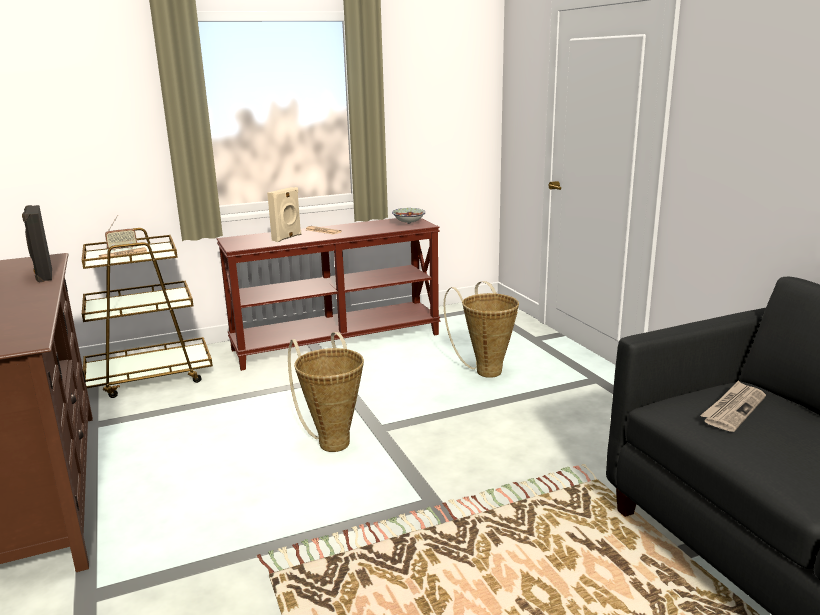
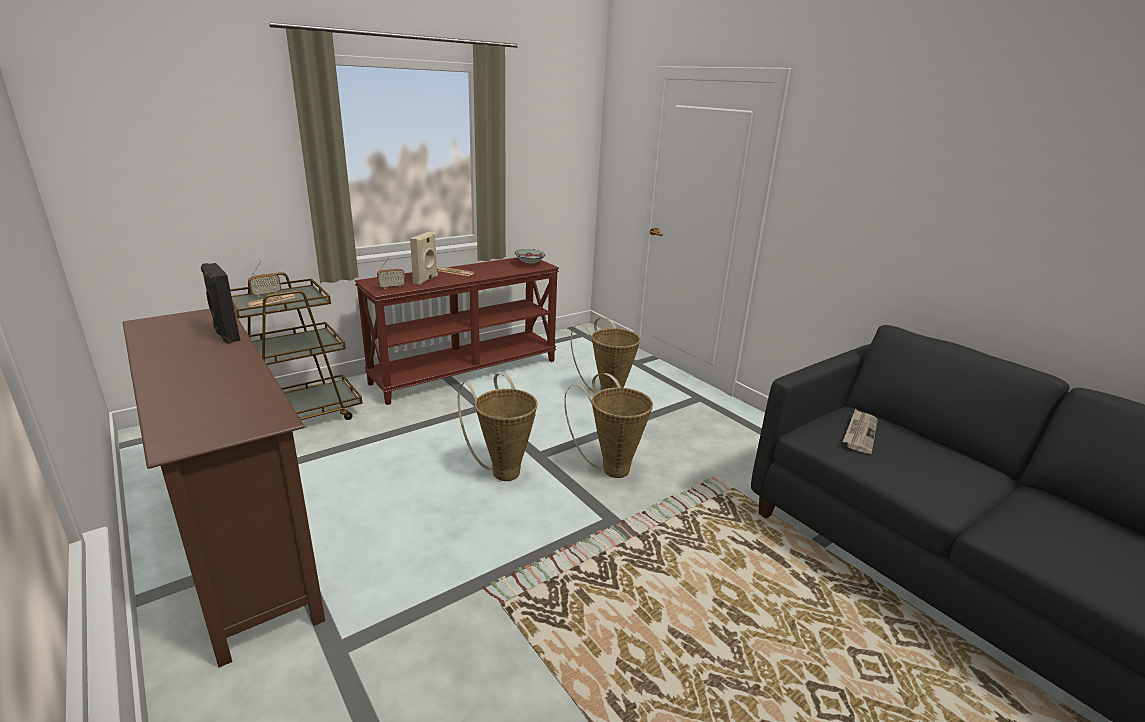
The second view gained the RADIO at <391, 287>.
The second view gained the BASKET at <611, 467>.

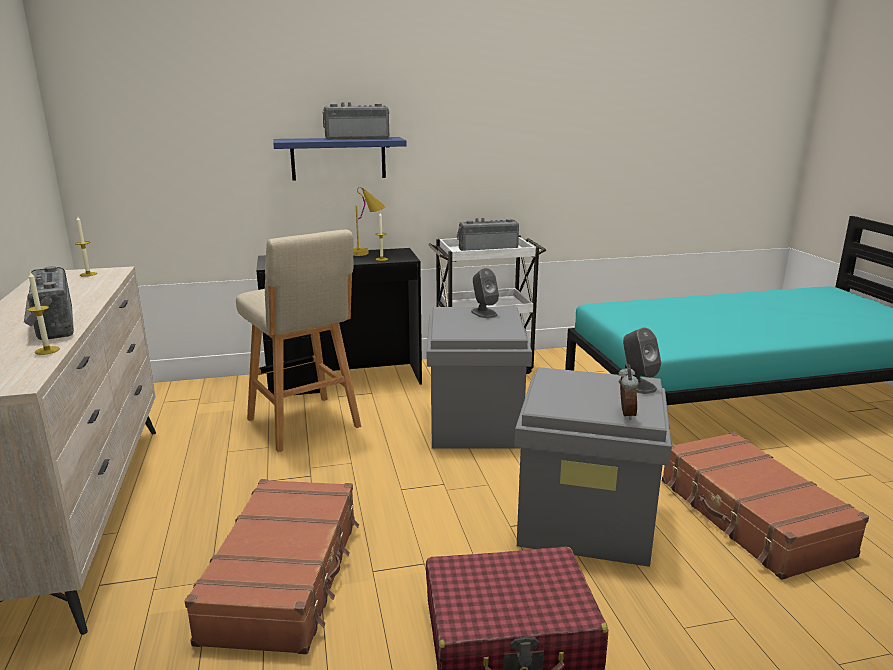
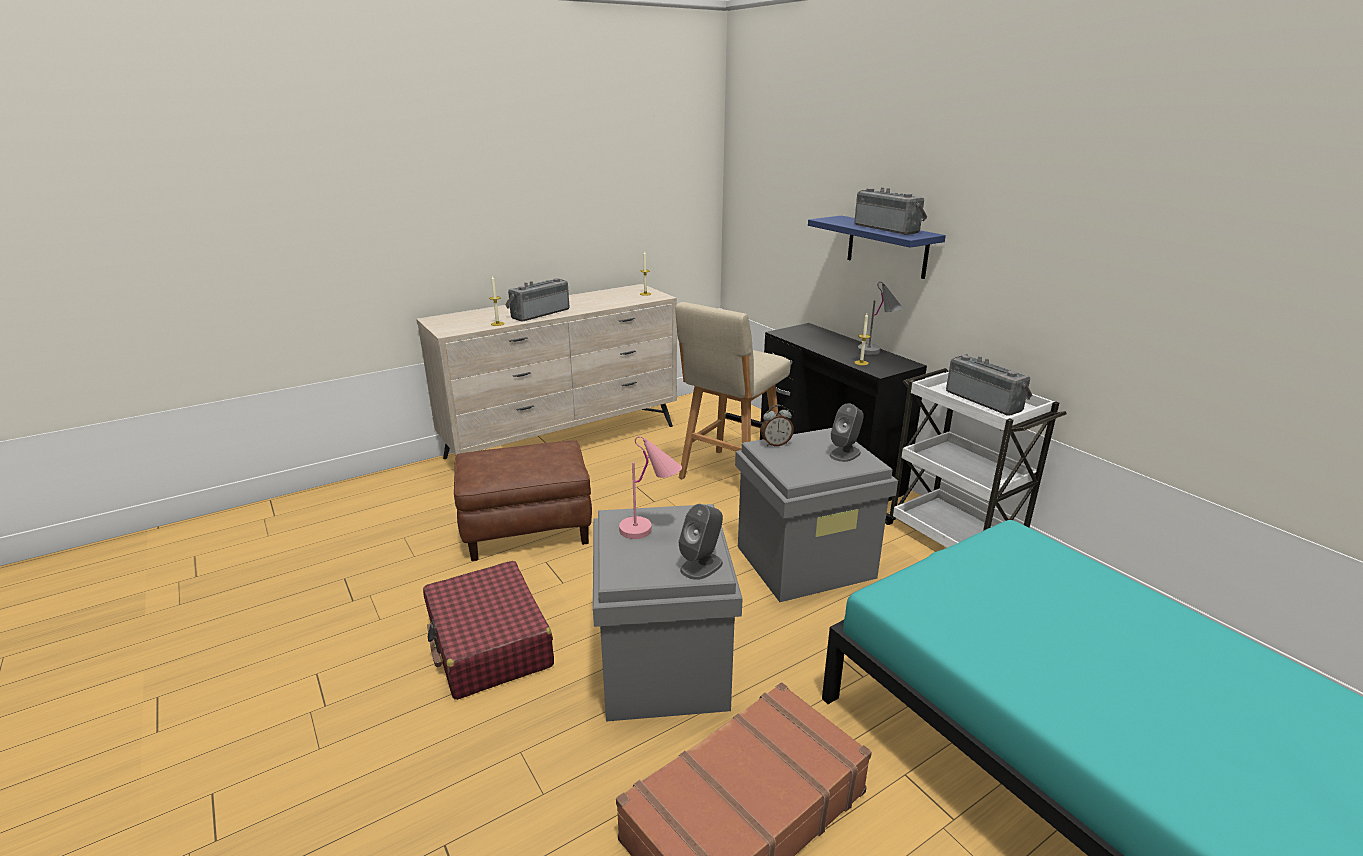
The second view gained the PINK TABLE LAMP at <650, 530>.
The ALARM CLOCK ended up elsewhere, having gone from <625, 414> to <775, 444>.
Where the BROWN SUITCASE stood at <285, 577>, the BROWN OTTOMAN came to stand at <528, 528>.
What was the YELLOW TABLE LAMP at <367, 252> turned into the GREY TABLE LAMP at <877, 353>.

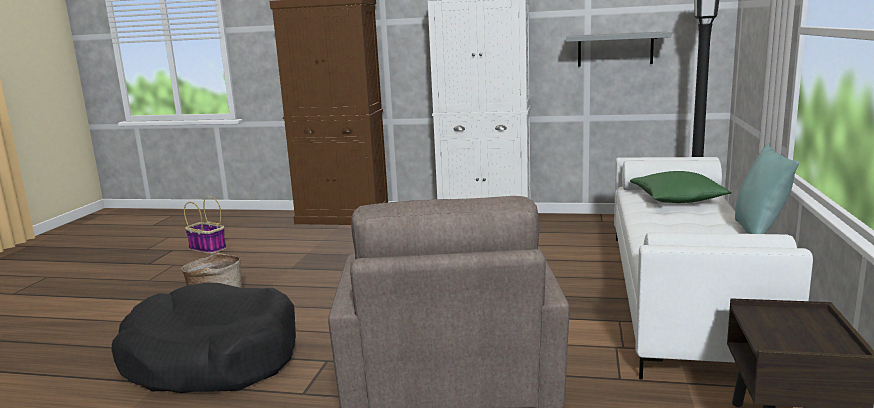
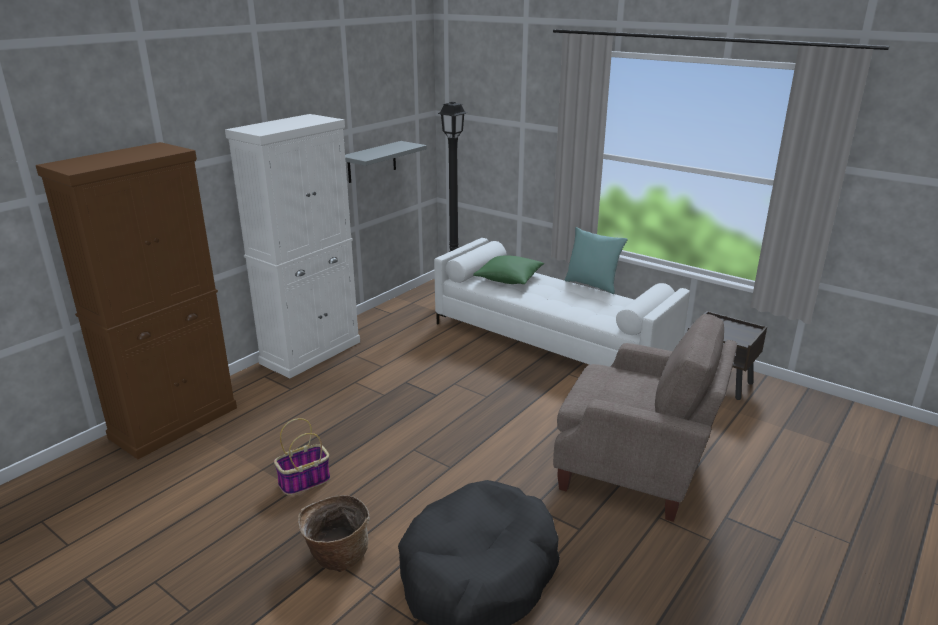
The BASKET ended up elsewhere, having gone from <207, 248> to <304, 482>.

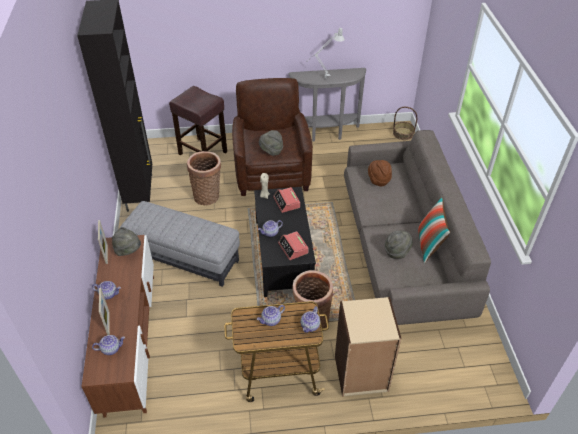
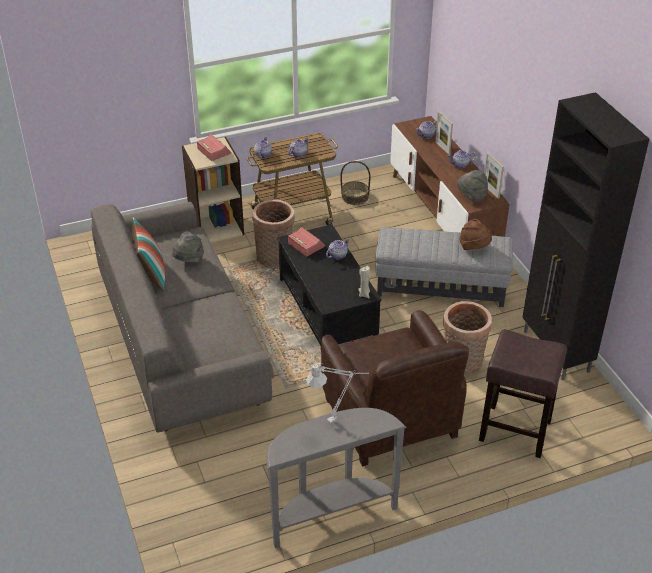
The second view lost the GREY HAT at <271, 151>.
The ALARM CLOCK ended up elsewhere, having gone from <286, 202> to <214, 151>.
The BROWN HAT ended up elsewhere, having gone from <378, 180> to <474, 247>.
The BASKET ended up elsewhere, having gone from <403, 133> to <355, 196>.

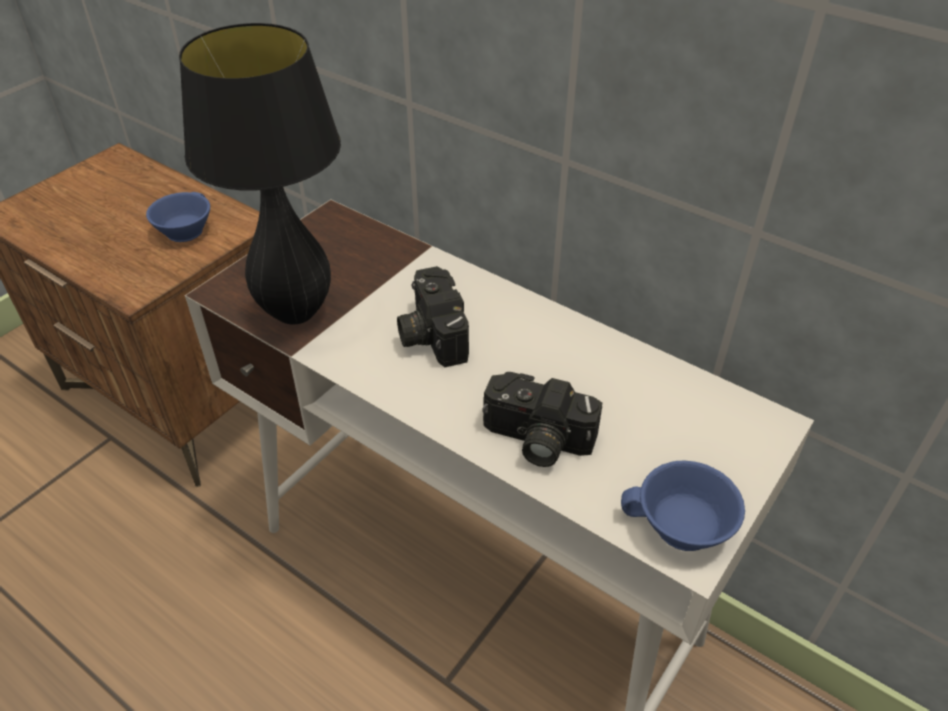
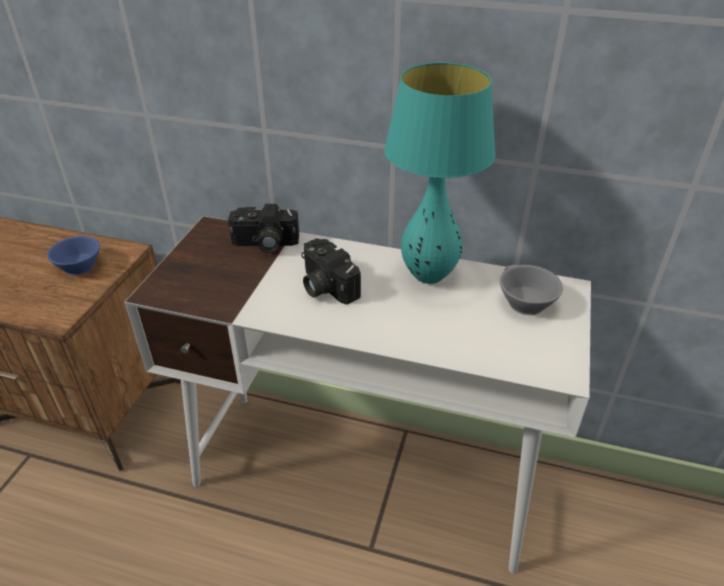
The second view lost the BLACK TABLE LAMP at <295, 312>.
The second view lost the BLUE CUP at <680, 529>.
The second view gained the TURQUOISE TABLE LAMP at <429, 276>.
The second view gained the GREY CUP at <523, 303>.
The PHOTO CAMERA ended up elsewhere, having gone from <535, 440> to <264, 244>.

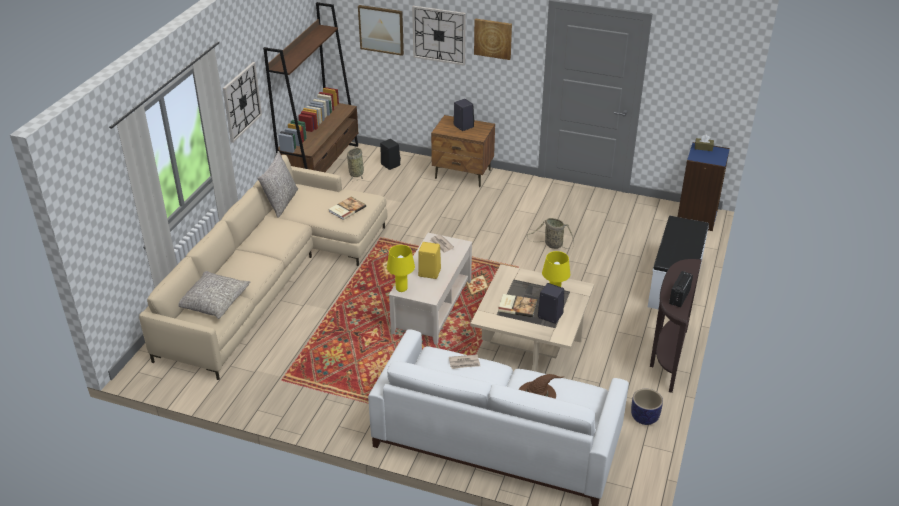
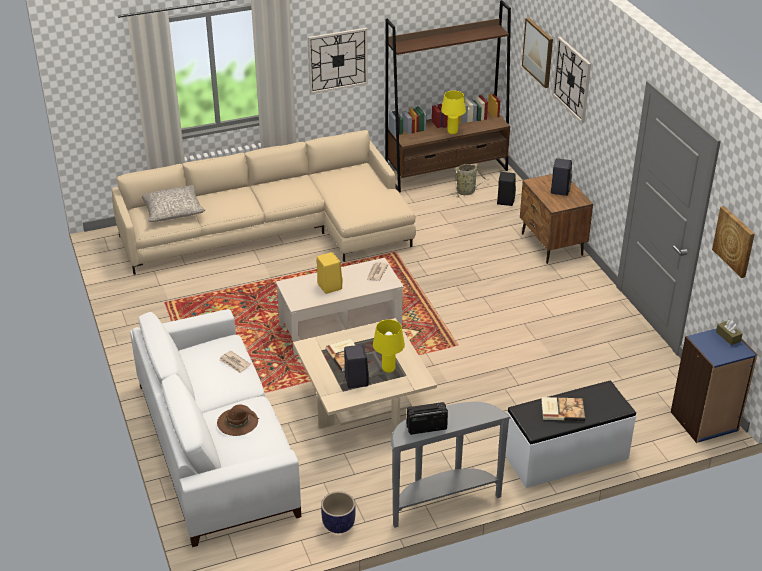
The second view lost the GREY PILLOW at <281, 202>.
The second view lost the BASKET at <552, 245>.
The BOOK ended up elsewhere, having gone from <346, 209> to <562, 410>.
The YELLOW TABLE LAMP ended up elsewhere, having gone from <401, 289> to <452, 132>.
The PICTURE ended up elsewhere, having gone from <493, 38> to <734, 241>.
What was the BROWN CONSOLE TABLE at <667, 357> turned into the GREY CONSOLE TABLE at <442, 501>.

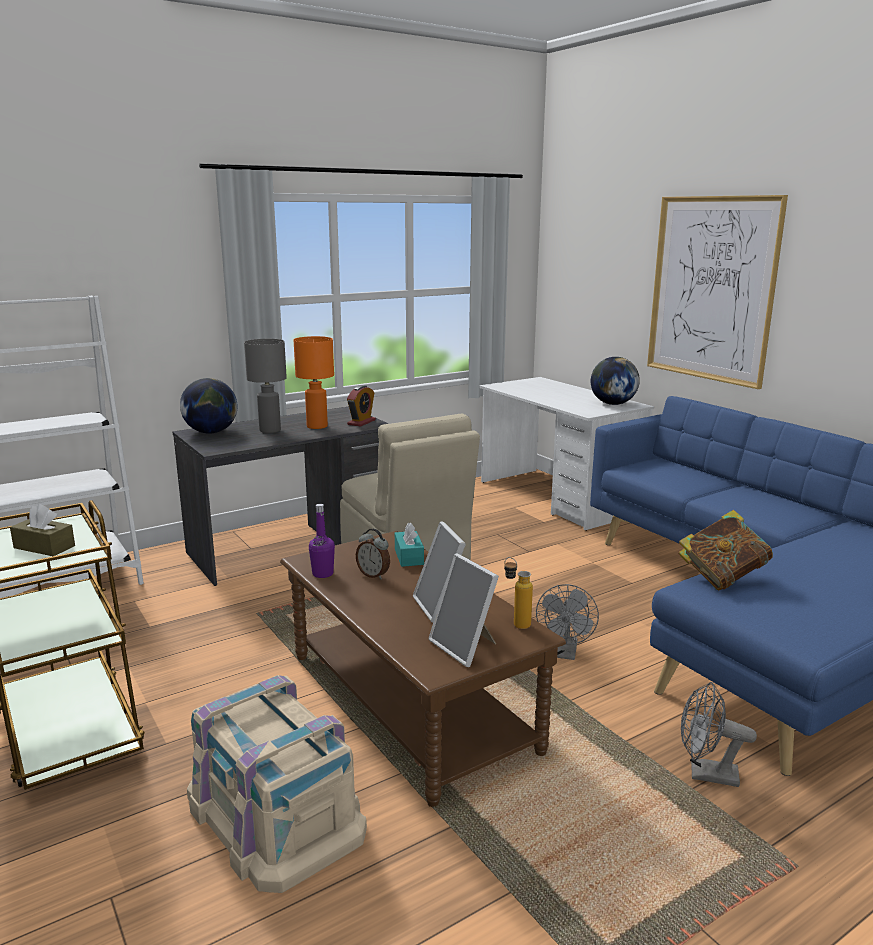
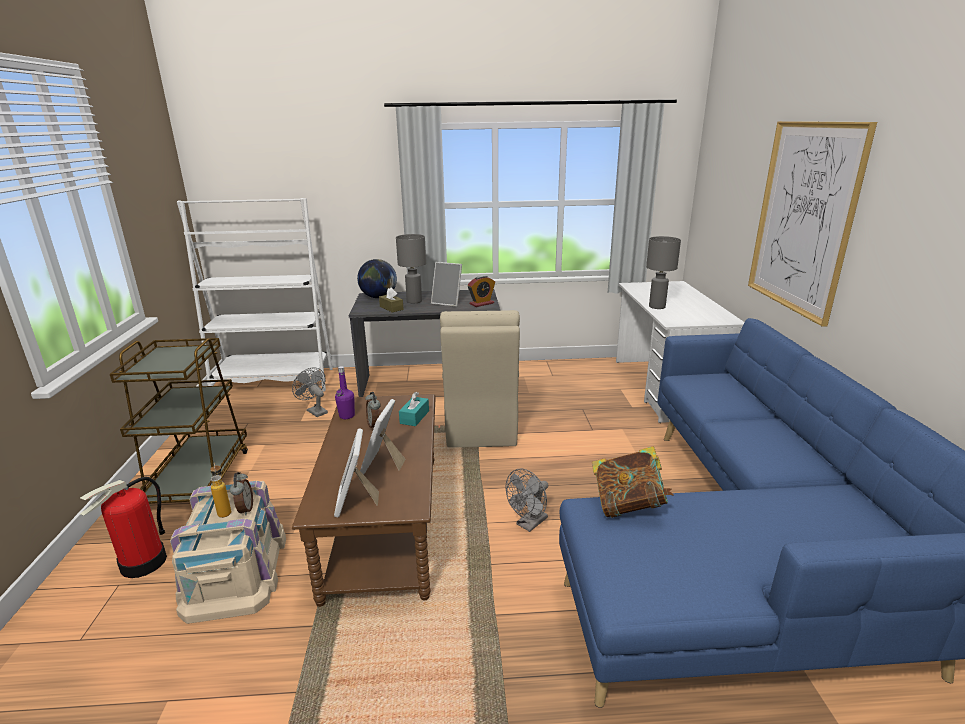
The second view lost the GLOBE at <612, 404>.
The second view gained the FIRE EXTINGUISHER at <144, 563>.
The second view gained the ALARM CLOCK at <245, 509>.
The second view gained the GREY TABLE LAMP at <656, 307>.
The BROWN TISSUE BOX ended up elsewhere, having gone from <44, 547> to <391, 308>.
The BOTTLE ended up elsewhere, having gone from <516, 623> to <224, 510>.
The GREY FAN ended up elsewhere, having gone from <705, 774> to <314, 411>.
Where the ORANGE TABLE LAMP stood at <317, 426>, the PICTURE FRAME came to stand at <448, 302>.

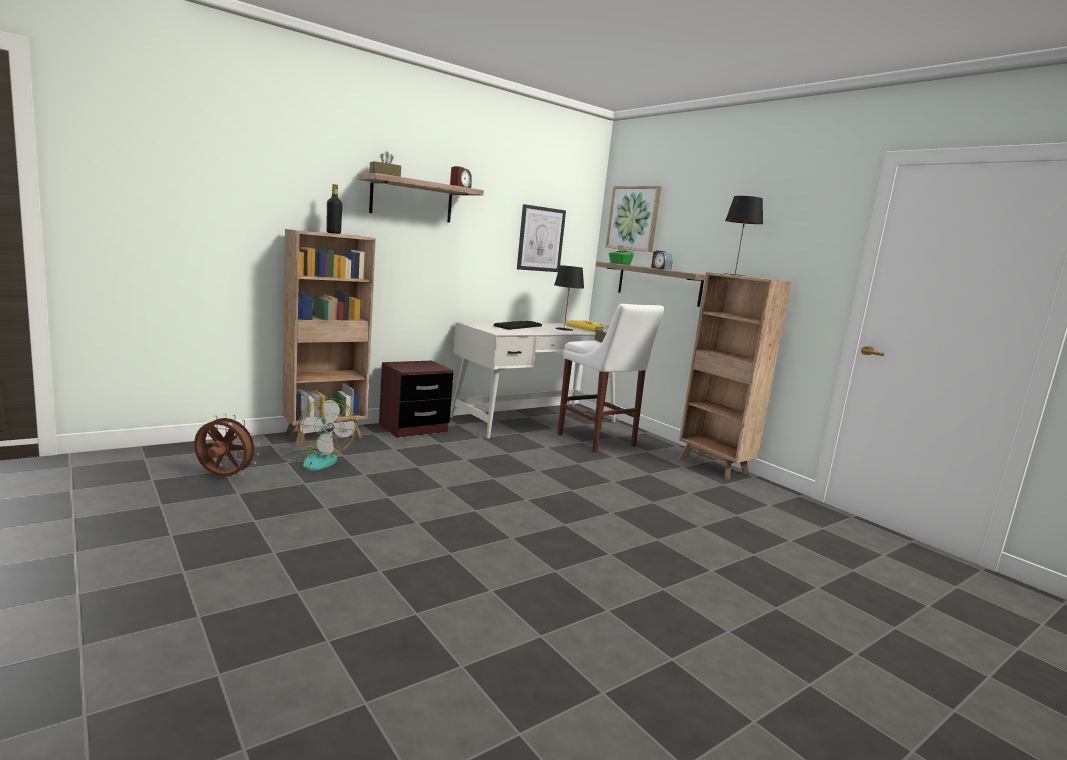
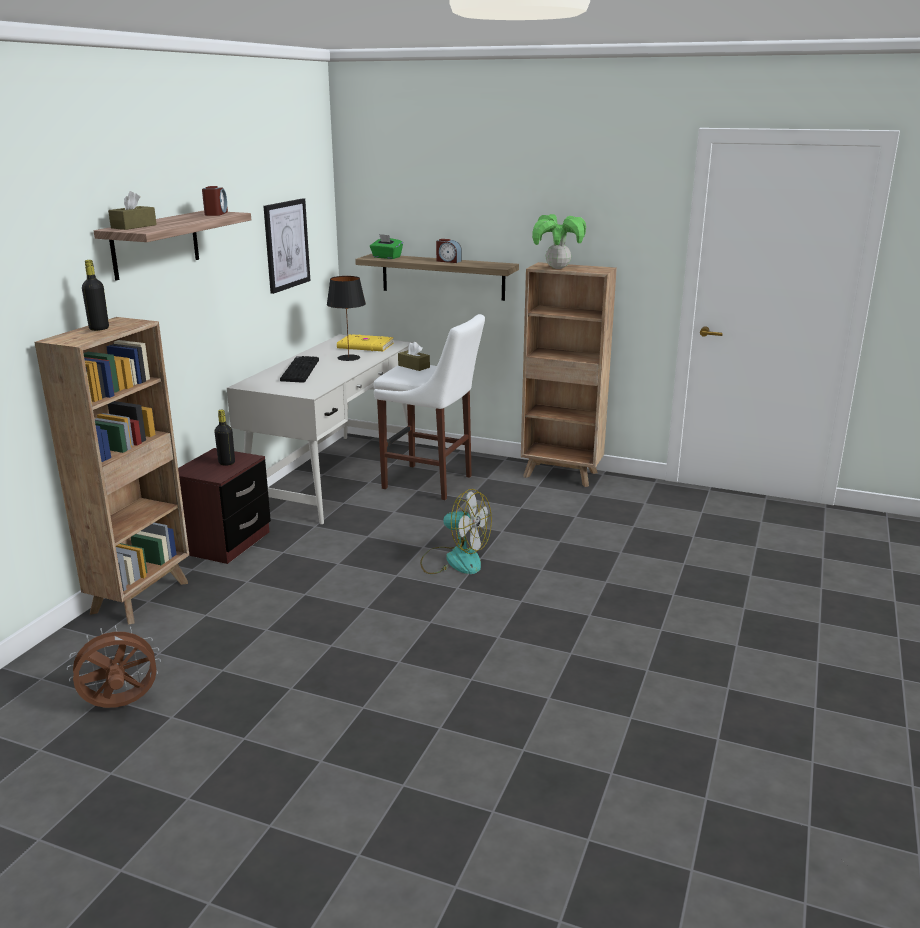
The second view lost the PICTURE at <633, 218>.
The second view gained the BLACK BOTTLE at <226, 463>.
The FAN ended up elsewhere, having gone from <317, 459> to <454, 560>.
Where the BLACK TABLE LAMP stood at <734, 274>, the POTTED PLANT came to stand at <557, 268>.

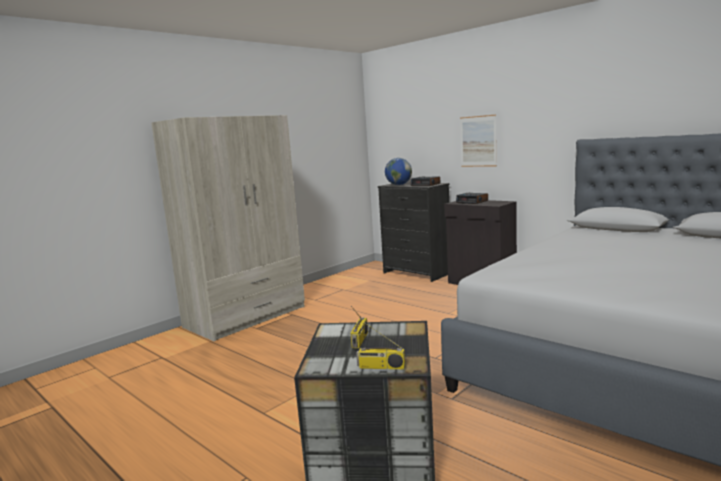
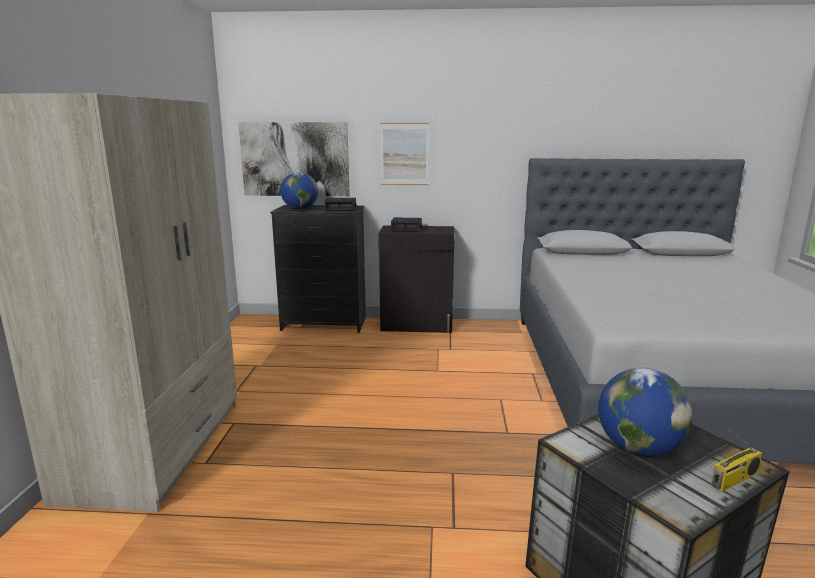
The second view gained the PICTURE at <295, 159>.
Where the RADIO stood at <360, 340>, the GLOBE came to stand at <638, 449>.

